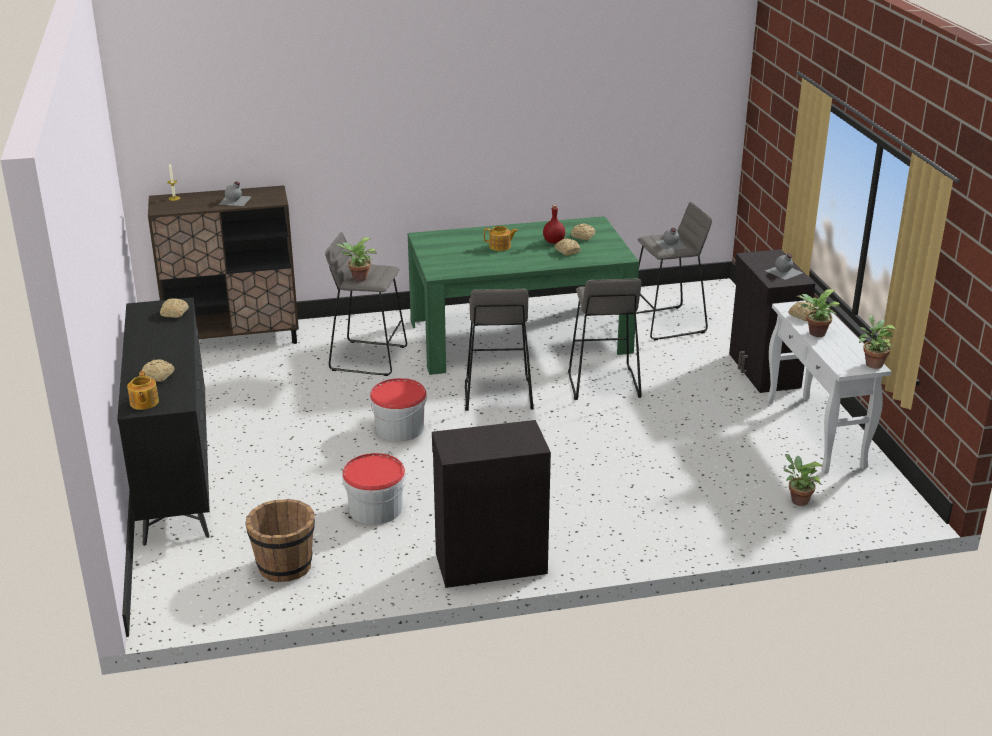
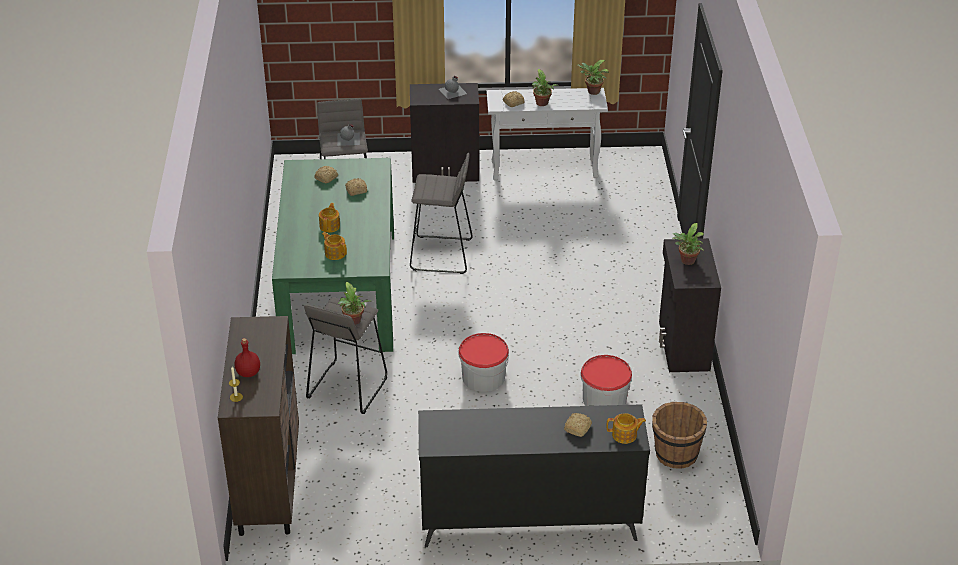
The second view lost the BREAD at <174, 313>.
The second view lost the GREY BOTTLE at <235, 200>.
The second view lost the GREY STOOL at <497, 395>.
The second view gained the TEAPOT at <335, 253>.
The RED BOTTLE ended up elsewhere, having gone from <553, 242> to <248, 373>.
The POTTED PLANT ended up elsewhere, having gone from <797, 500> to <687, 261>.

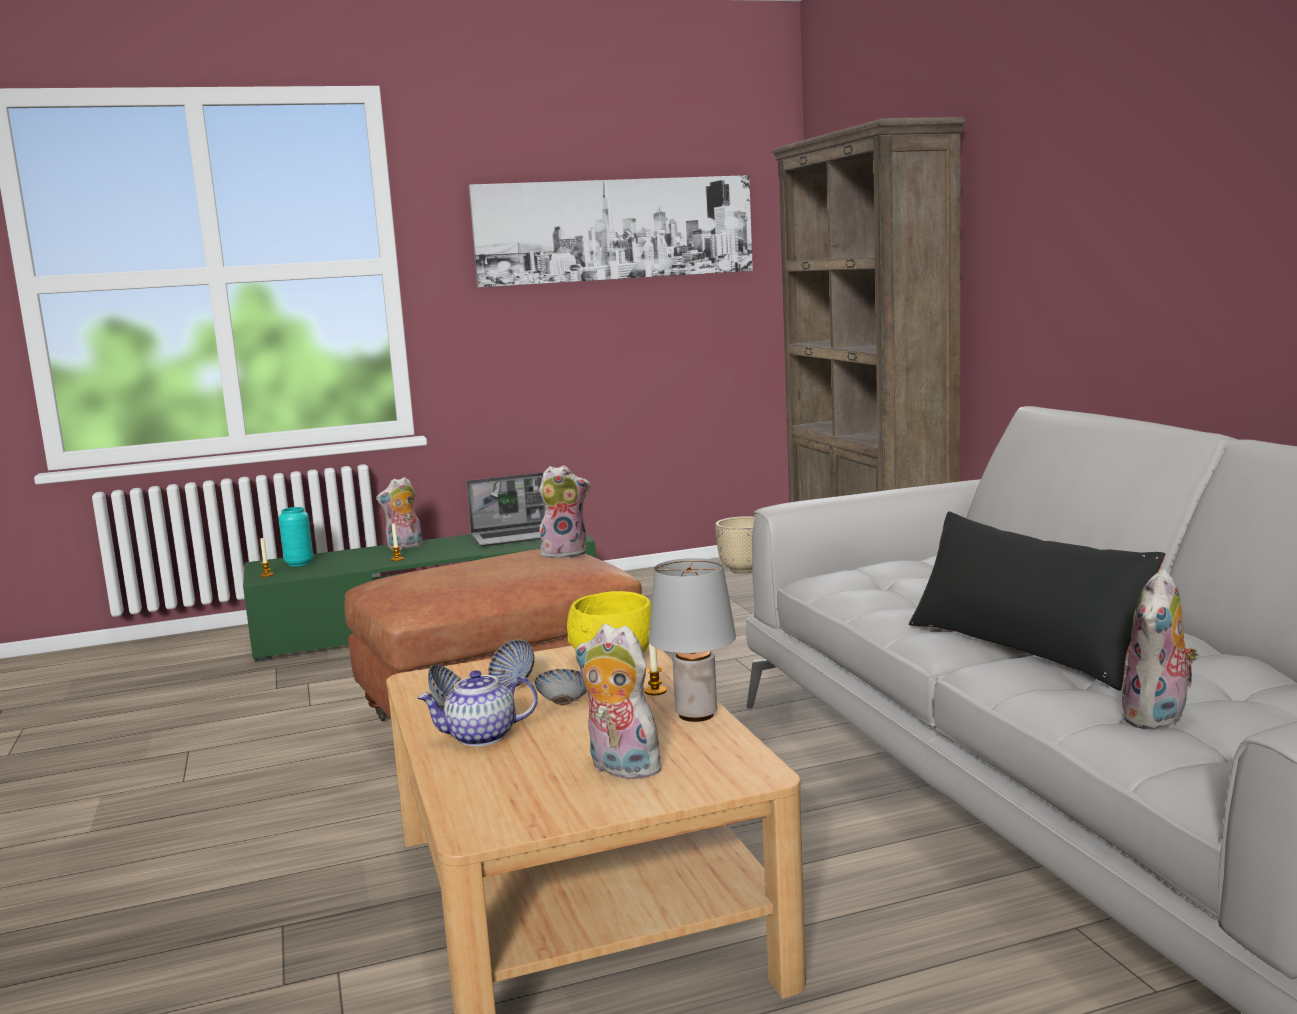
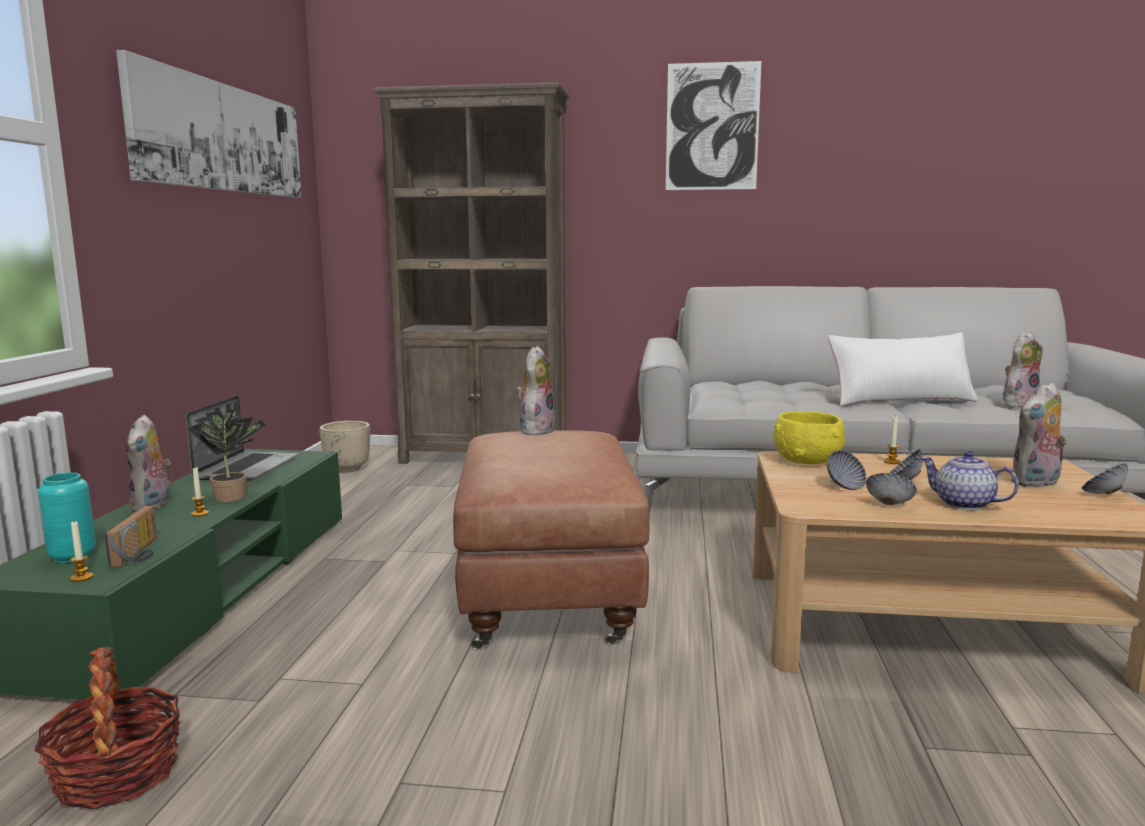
The second view lost the GREY TABLE LAMP at <697, 715>.
The second view gained the BASKET at <117, 774>.
The second view gained the RADIO at <141, 553>.
The second view gained the POTTED PLANT at <234, 496>.
The second view gained the PICTURE at <712, 127>.
The second view gained the BOWL at <1102, 494>.
What was the BLACK PILLOW at <1025, 648> turned into the WHITE PILLOW at <900, 400>.
The TEAPOT at <481, 737> ended up facing another way, 120 degrees clockwise from before.
The PLUSH TOY at <1158, 719> ended up facing another way, 90 degrees counterclockwise from before.

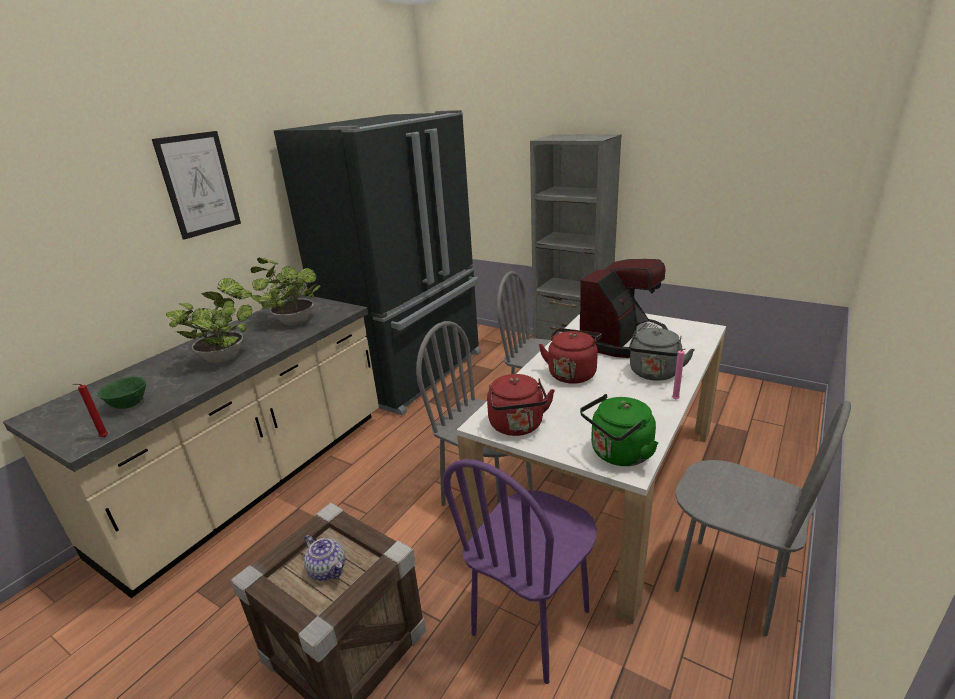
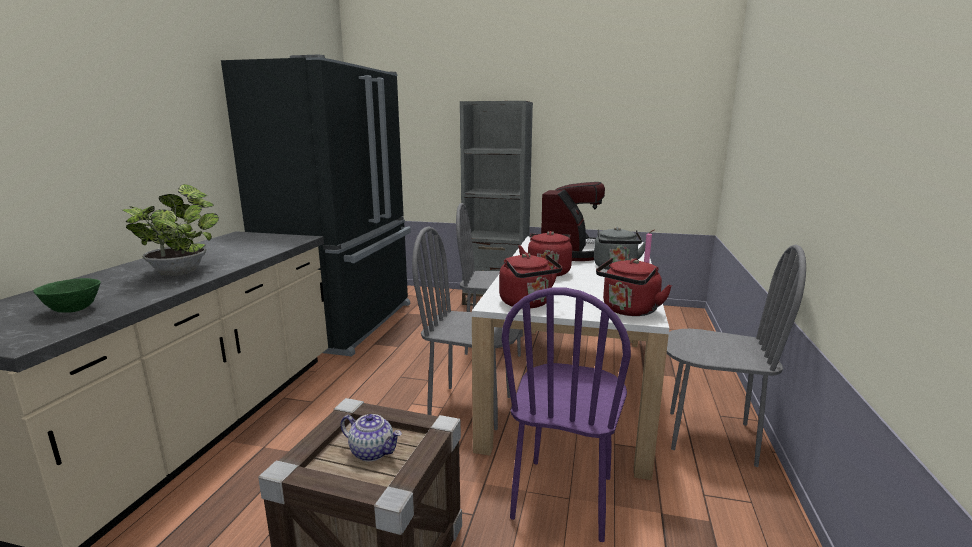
The second view lost the RED CANDLE at <103, 438>.
The second view lost the PICTURE at <199, 184>.
The second view lost the POTTED PLANT at <292, 321>.
What was the GREEN KETTLE at <618, 454> turned into the RED KETTLE at <628, 311>.

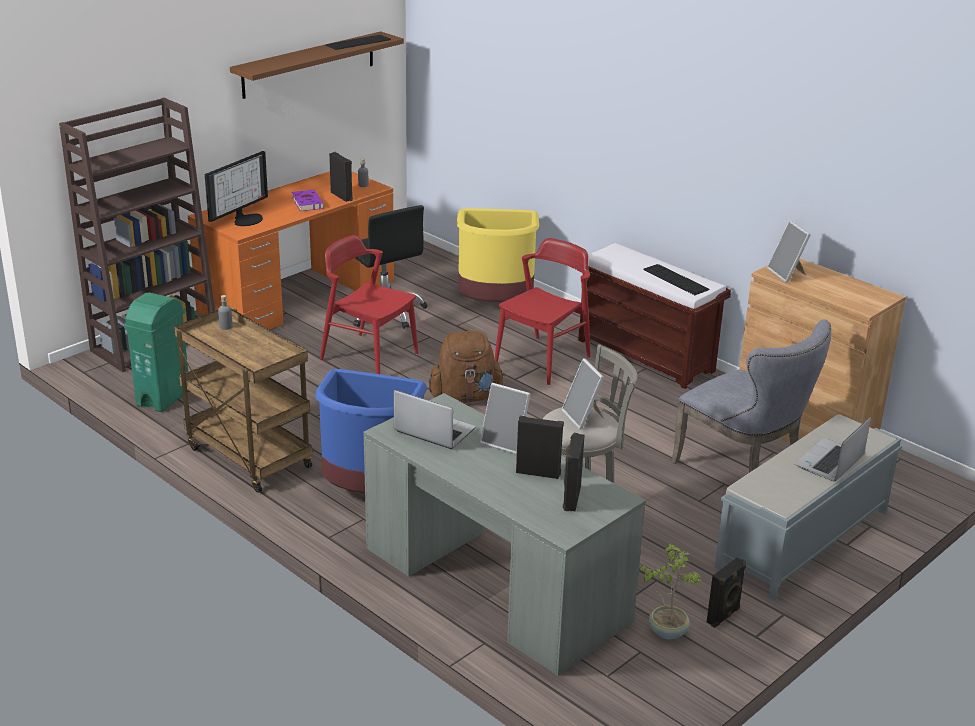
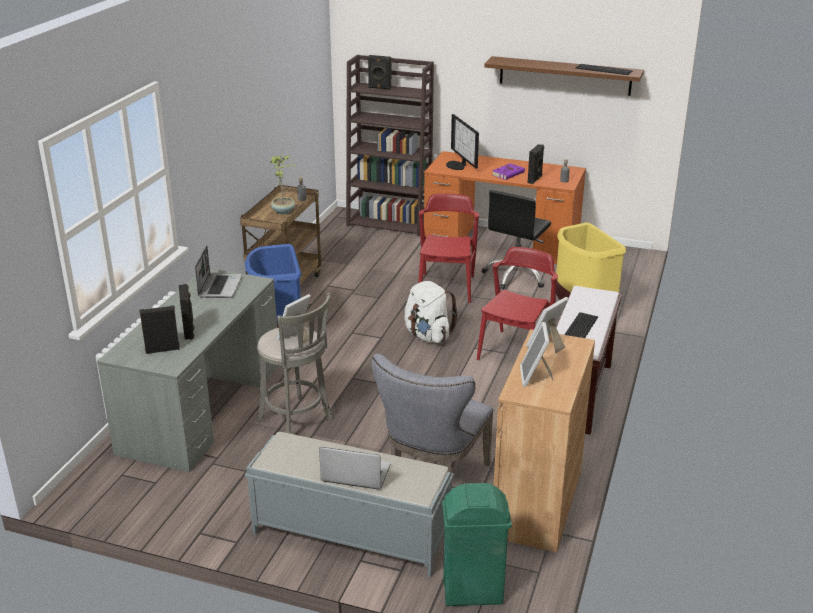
The GREEN TRASH CAN ended up elsewhere, having gone from <164, 398> to <473, 593>.
The PICTURE FRAME ended up elsewhere, having gone from <505, 442> to <535, 377>.
The POTTED PLANT ended up elsewhere, having gone from <667, 631> to <284, 211>.
The BLACK SPEAKER ended up elsewhere, having gone from <724, 616> to <379, 88>.
What was the BROWN BACKPACK at <465, 397> turned into the WHITE BACKPACK at <428, 336>.
The MONITOR at <246, 219> ended up facing another way, 60 degrees clockwise from before.
The RED CHAIR at <543, 360> ended up facing another way, 75 degrees counterclockwise from before.

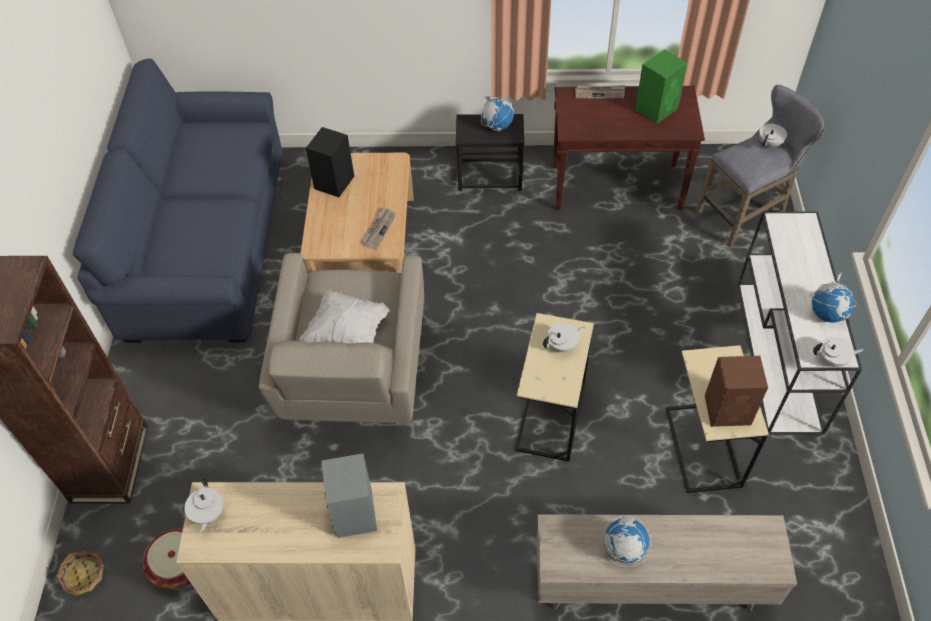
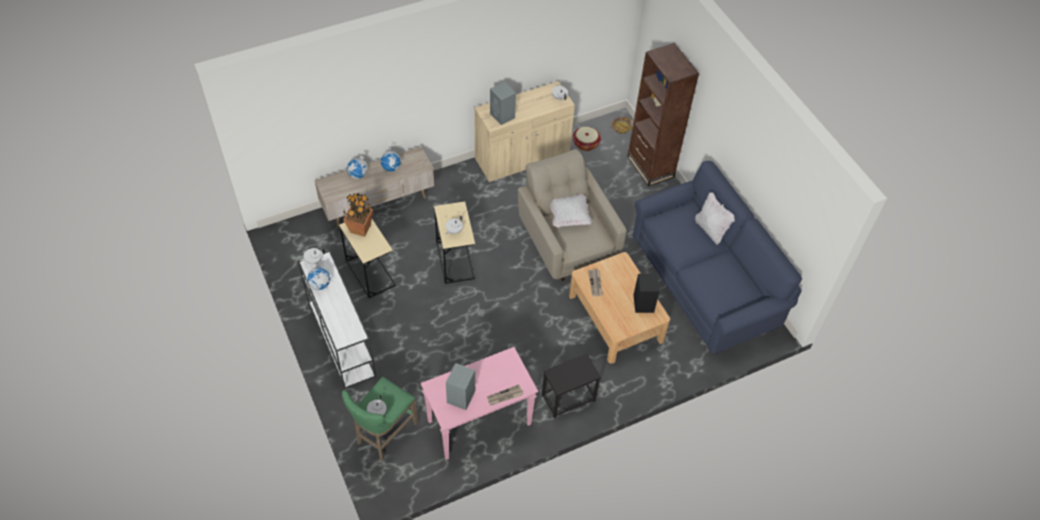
The second view gained the WHITE PILLOW at <710, 230>.
The GLOBE ended up elsewhere, having gone from <497, 126> to <358, 175>.
Where the BROWN SPEAKER stood at <729, 410>, the POTTED PLANT came to stand at <360, 228>.
What was the BROWN CONSOLE TABLE at <617, 187> turned into the PINK CONSOLE TABLE at <478, 423>.
What was the GREEN SPEAKER at <657, 108> turned into the GREY SPEAKER at <460, 397>.
What was the GREY STOOL at <745, 214> turned into the GREEN STOOL at <384, 435>.

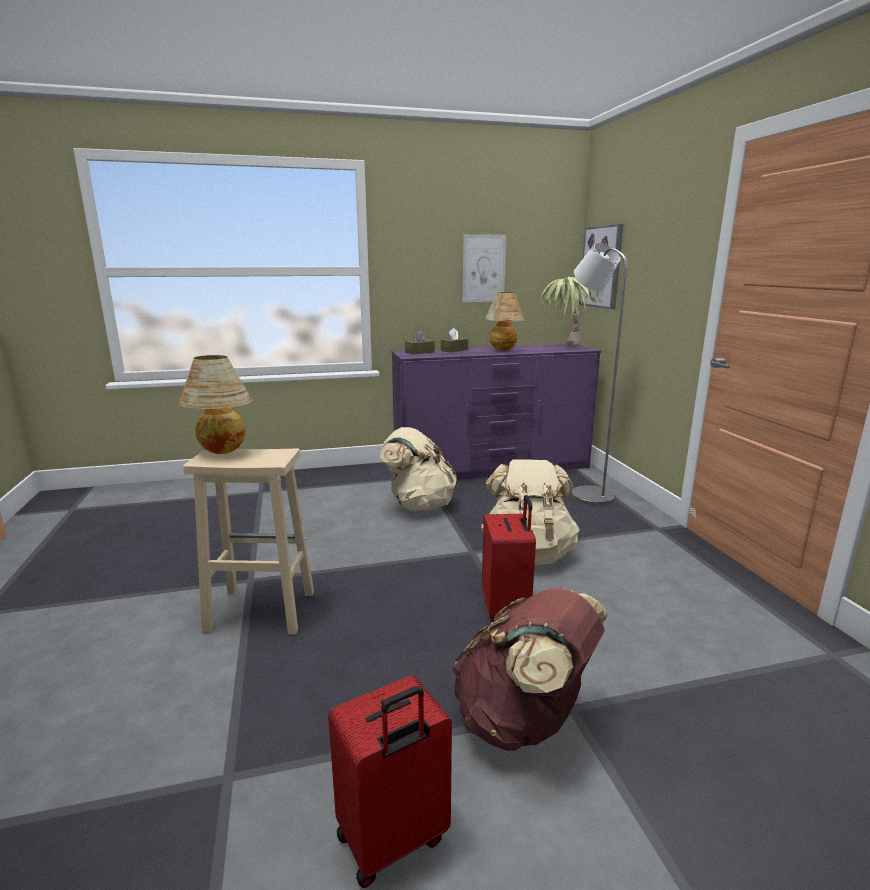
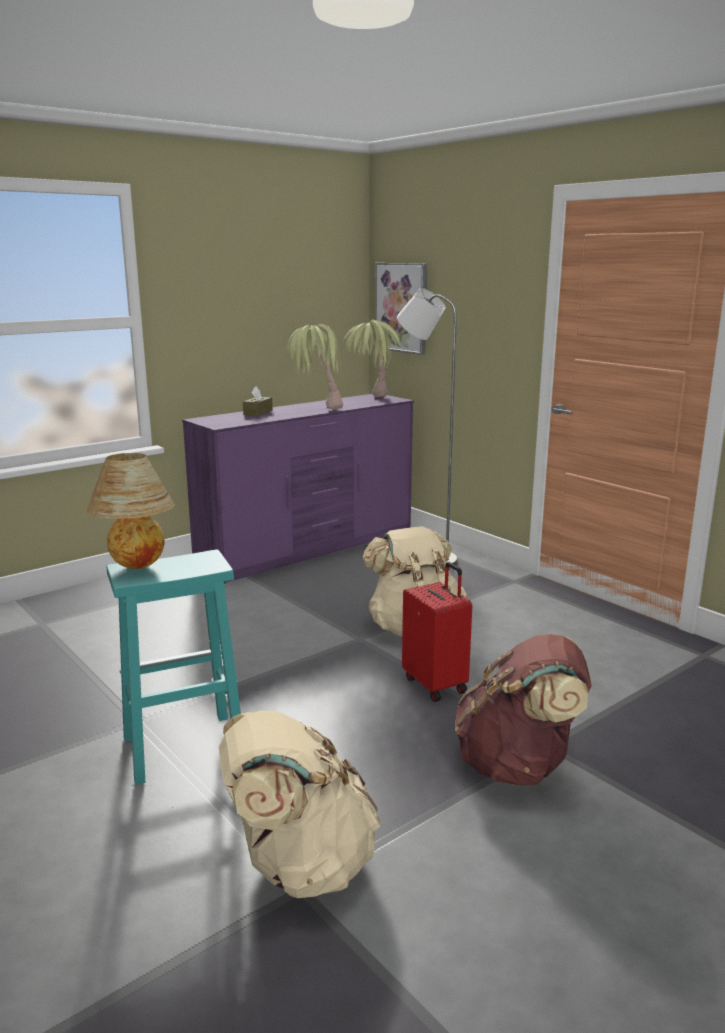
The second view lost the RED SUITCASE at <393, 841>.
The second view lost the BROWN TISSUE BOX at <419, 352>.
The second view lost the PICTURE at <484, 268>.
The BEIGE BACKPACK ended up elsewhere, having gone from <418, 505> to <298, 864>.
Where the TABLE LAMP stood at <503, 351>, the POTTED PLANT came to stand at <314, 409>.
What was the BEIGE STOOL at <259, 611> turned into the TURQUOISE STOOL at <181, 748>.

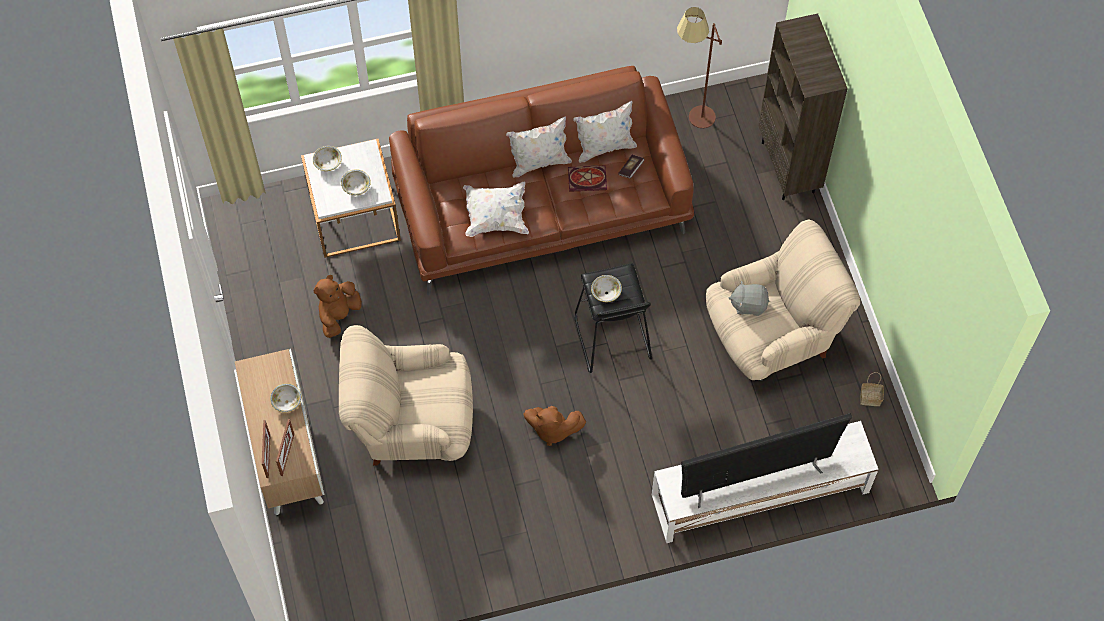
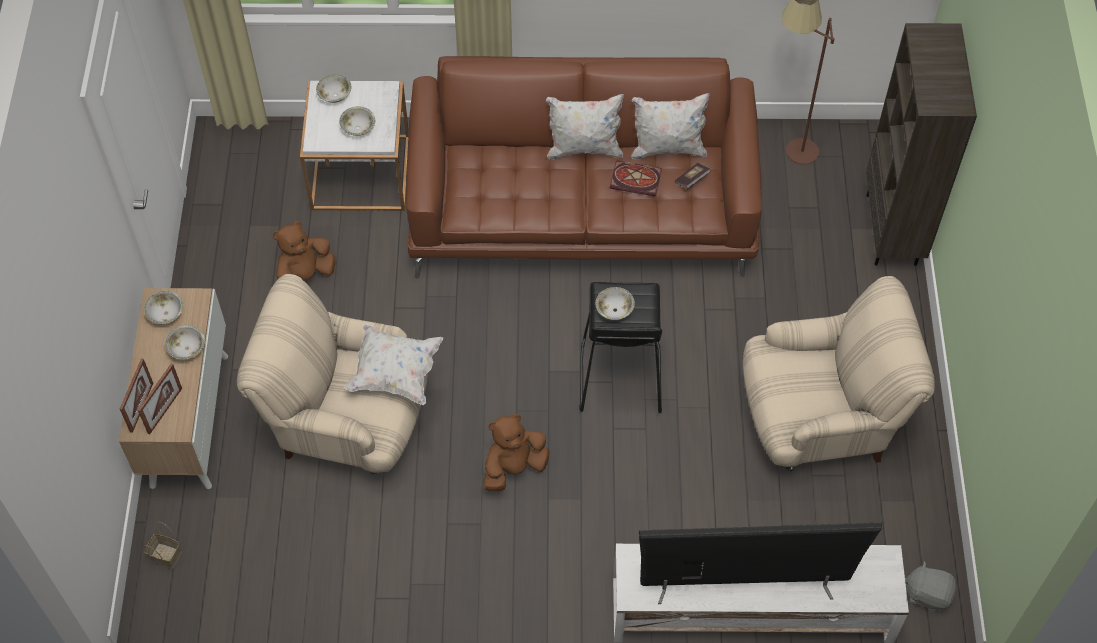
The second view gained the BOWL at <166, 314>.
The WHITE PILLOW ended up elsewhere, having gone from <496, 216> to <395, 373>.
The GREY PLUSH TOY ended up elsewhere, having gone from <748, 304> to <927, 594>.
The BASKET ended up elsewhere, having gone from <869, 398> to <164, 556>.
The BROWN PLUSH TOY at <552, 429> ended up facing another way, 120 degrees clockwise from before.

